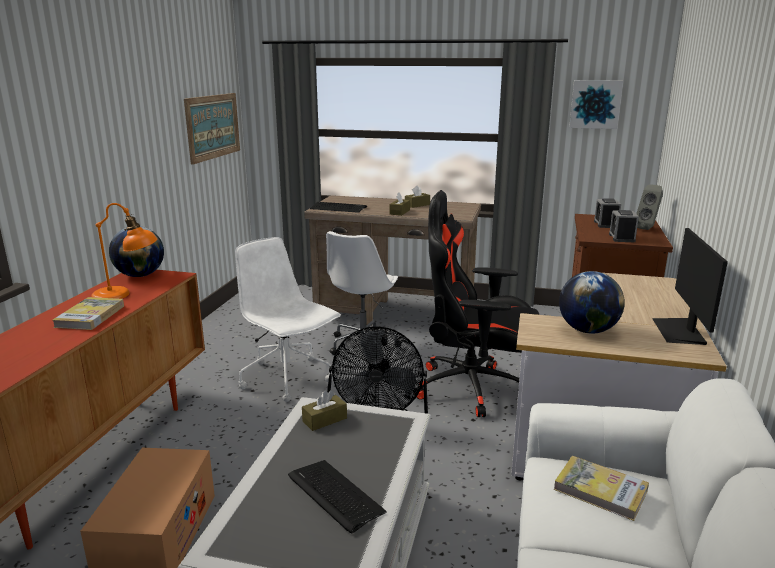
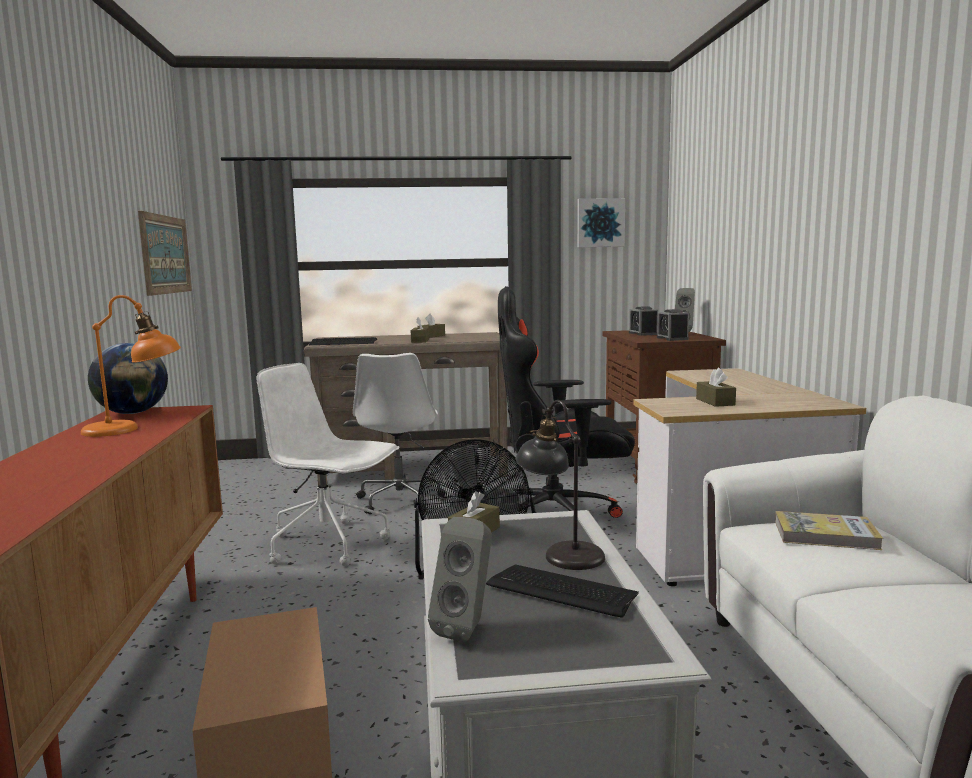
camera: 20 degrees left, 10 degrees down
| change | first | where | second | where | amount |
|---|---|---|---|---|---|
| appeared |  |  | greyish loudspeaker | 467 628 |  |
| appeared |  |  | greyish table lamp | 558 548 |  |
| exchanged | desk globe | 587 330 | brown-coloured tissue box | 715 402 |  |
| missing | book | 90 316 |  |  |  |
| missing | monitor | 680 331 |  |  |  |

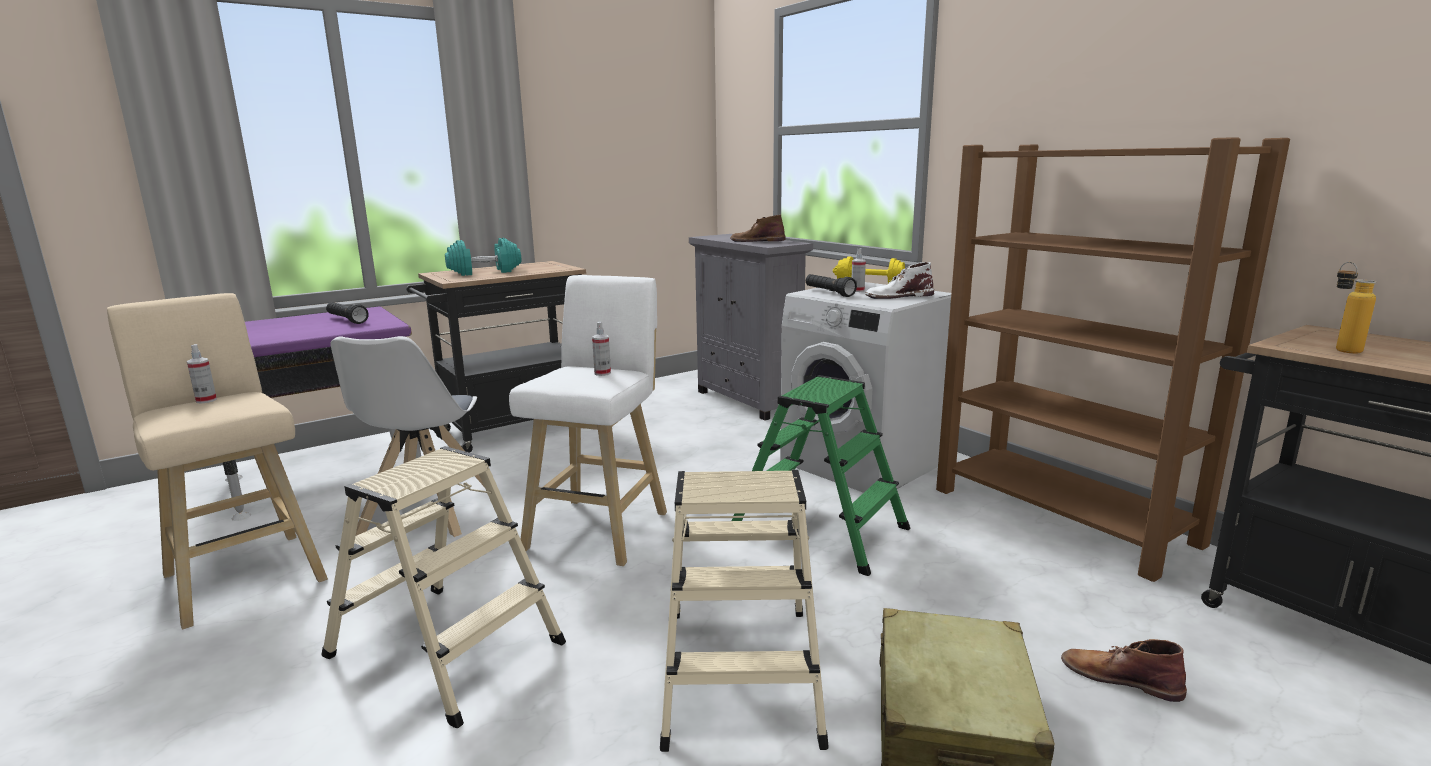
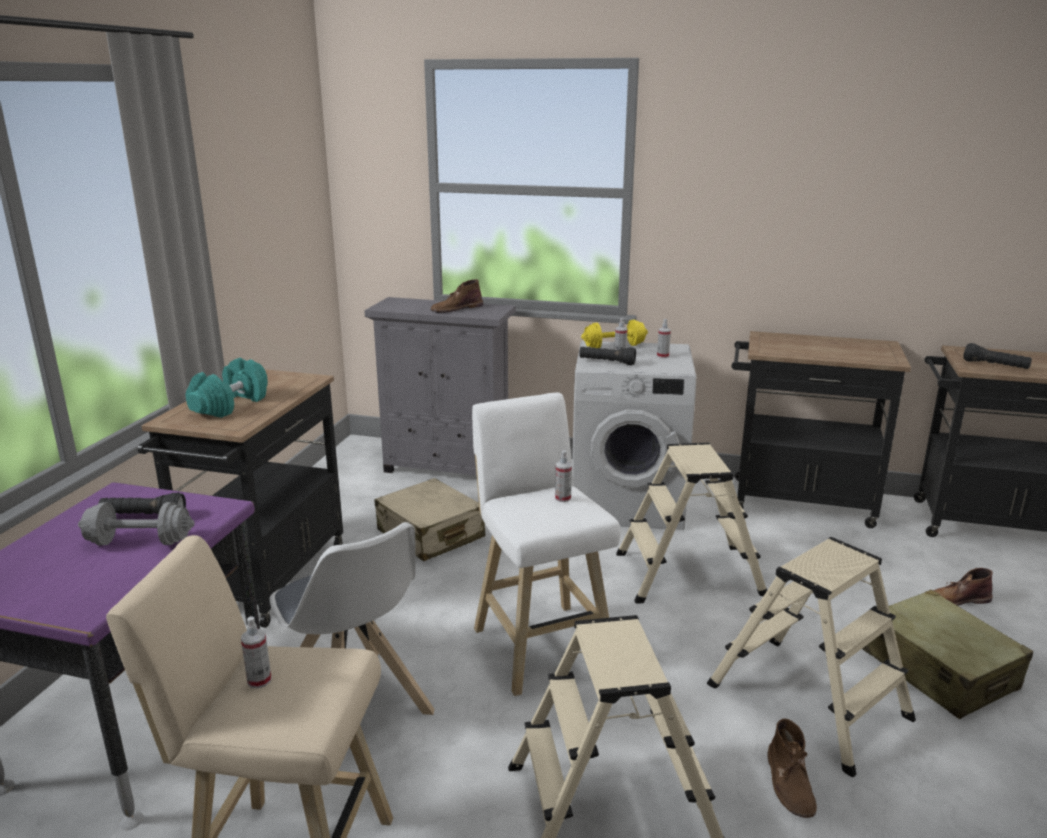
camera: 40 degrees left, 5 degrees up
| change | first | where | second | where | amount |
|---|---|---|---|---|---|
| appeared |  |  | greyish hand weight | 140 542 |  |
| appeared |  |  | sand-coloured suitcase | 430 534 |  |
| colour | greenish stepladder | 818 530 | sand-coloured stepladder | 688 573 |  |
| exchanged | whitish tall boot | 898 296 | hand sprayer | 663 356 |  |
| exchanged | brown-coloured bookshelf | 1061 516 | black-coloured wheeled cart | 796 502 |  |
| appeared |  |  | brown-coloured tall boot | 789 782 |  |
| exchanged | drink bottle | 1340 349 | black-coloured flashlight | 995 366 |  |

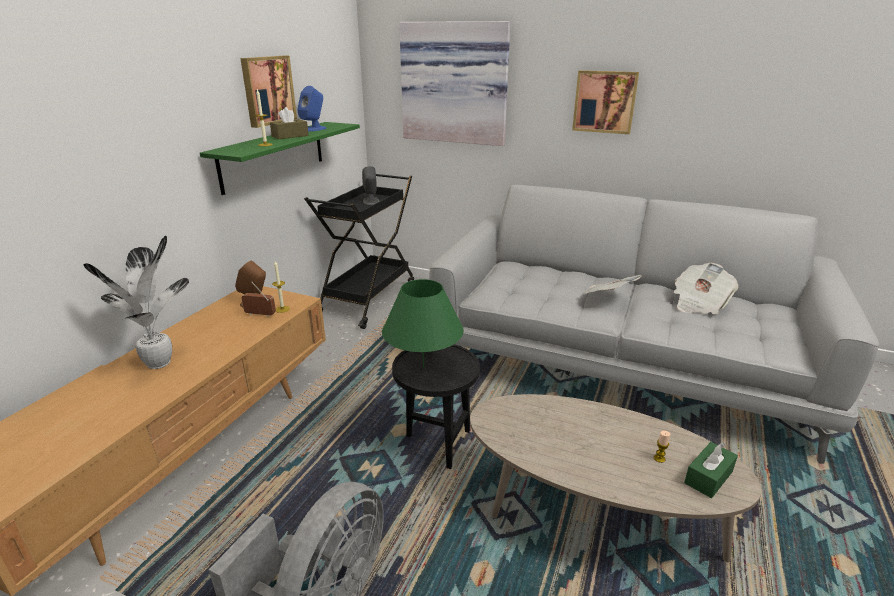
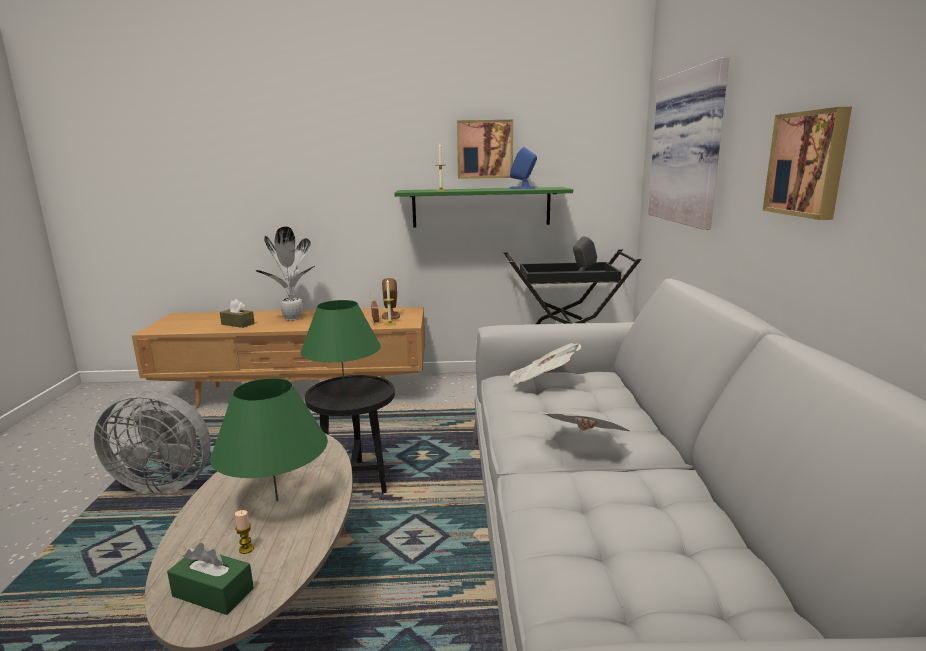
camera: 65 degrees right, 10 degrees down
| change | first | where | second | where | amount |
|---|---|---|---|---|---|
| appeared |  |  | greenish table lamp | 277 500 |  |
| relocated | brown-coloured tissue box | 290 136 |  | 238 324 |  |
| relocated | daily paper | 699 303 |  | 542 381 |  |

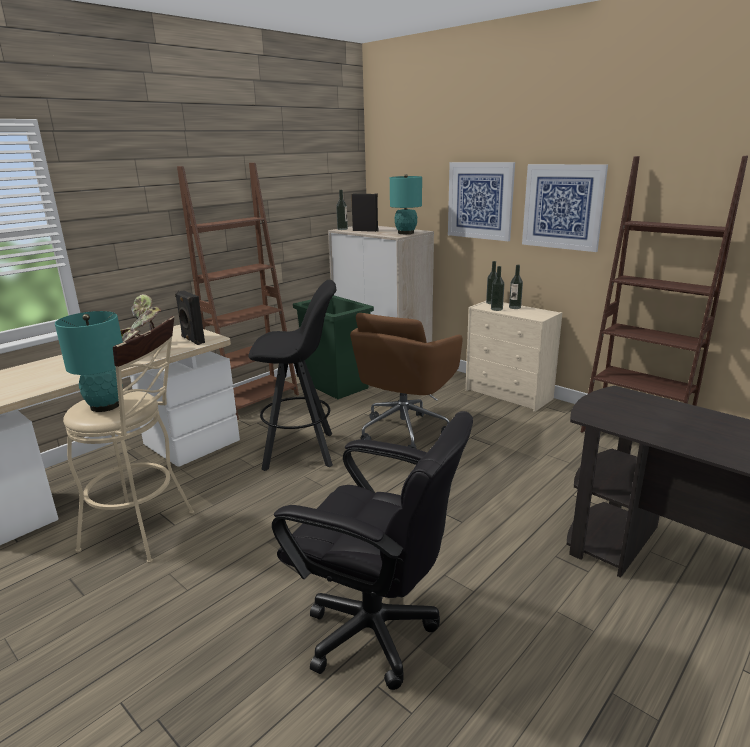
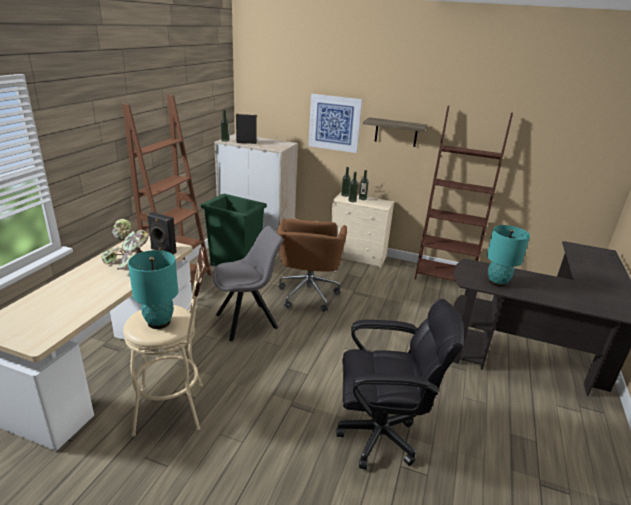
camera: 25 degrees left, 5 degrees up
| change | first | where | second | where | amount |
|---|---|---|---|---|---|
| exchanged | black-coloured sitting stool | 302 451 | greyish plain chair | 247 321 |  |
| exchanged | wall art | 563 207 | bracket shelf | 396 132 |  |
| relocated | blue-green table lamp | 405 233 |  | 497 282 |  |

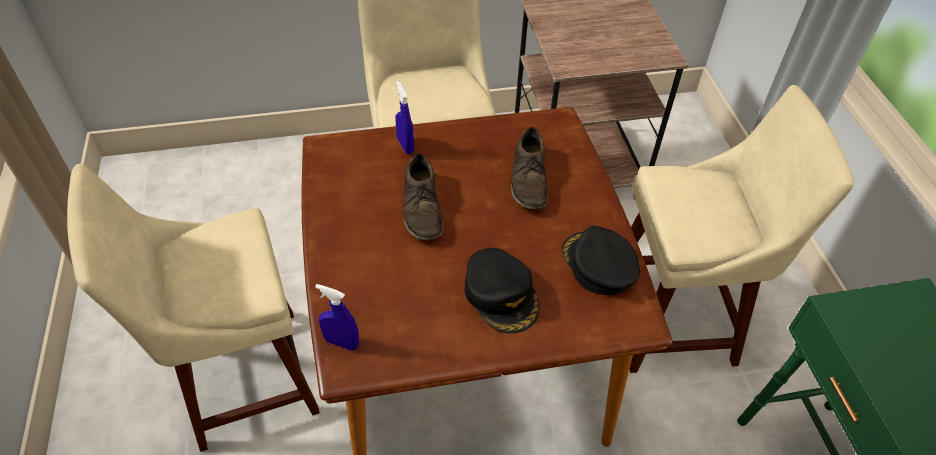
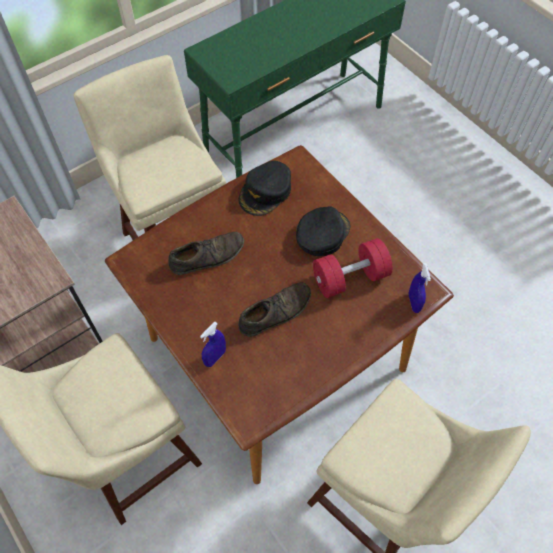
camera: 115 degrees left, 10 degrees up
| change | first | where | second | where | amount |
|---|---|---|---|---|---|
| appeared |  |  | reddish hand weight | 350 278 |  |

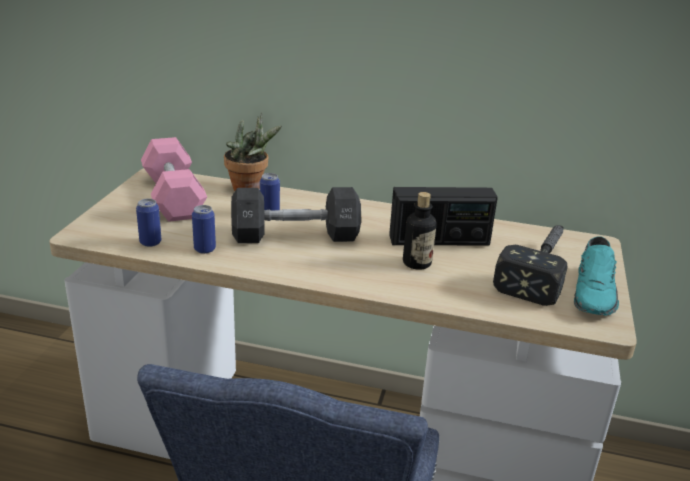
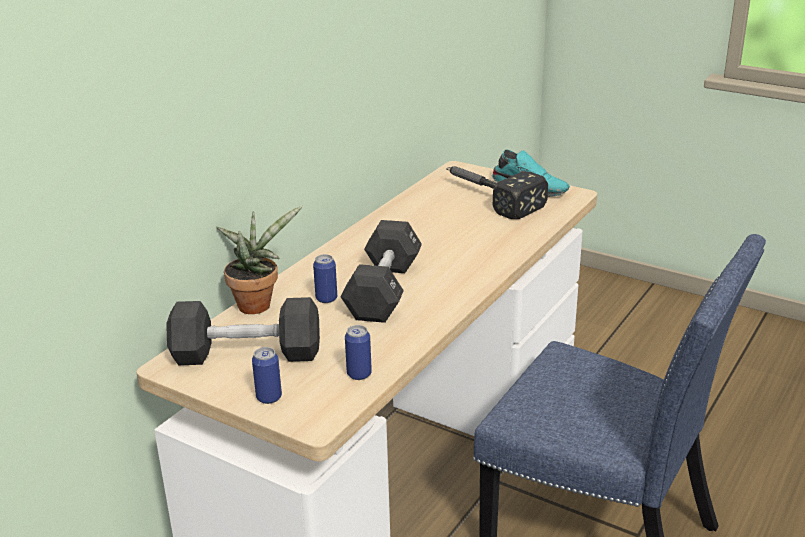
camera: 70 degrees left, 0 degrees up
| change | first | where | second | where | amount |
|---|---|---|---|---|---|
| colour | pink hand weight | 173 197 | black-coloured hand weight | 247 354 |  |
| relocated | sealed can | 204 249 |  | 269 397 |  |
| missing | radio receiver | 439 240 |  |  |  |
| missing | drink bottle | 417 263 |  |  |  |

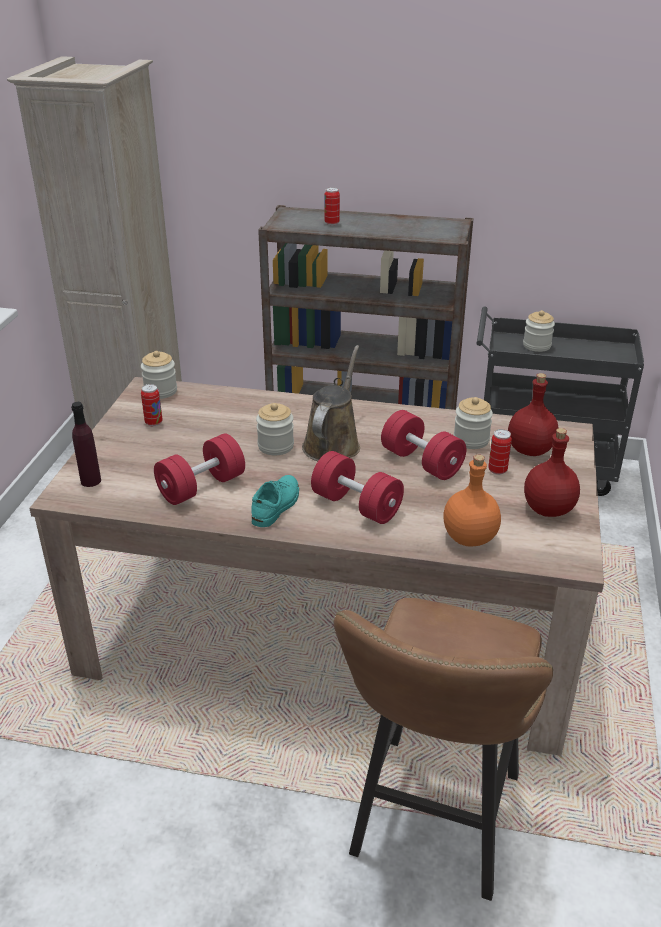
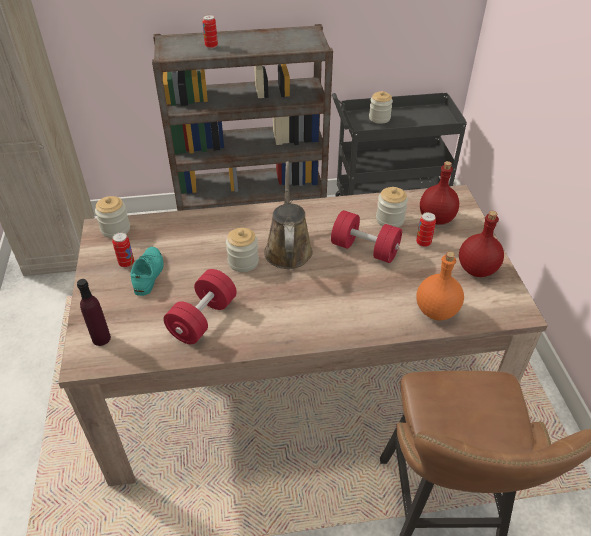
camera: 20 degrees left, 10 degrees up
| change | first | where | second | where | amount |
|---|---|---|---|---|---|
| relocated | blue-green item of footwear | 276 505 |  | 148 273 |  |
| missing | reddish hand weight | 356 505 |  |  |  |

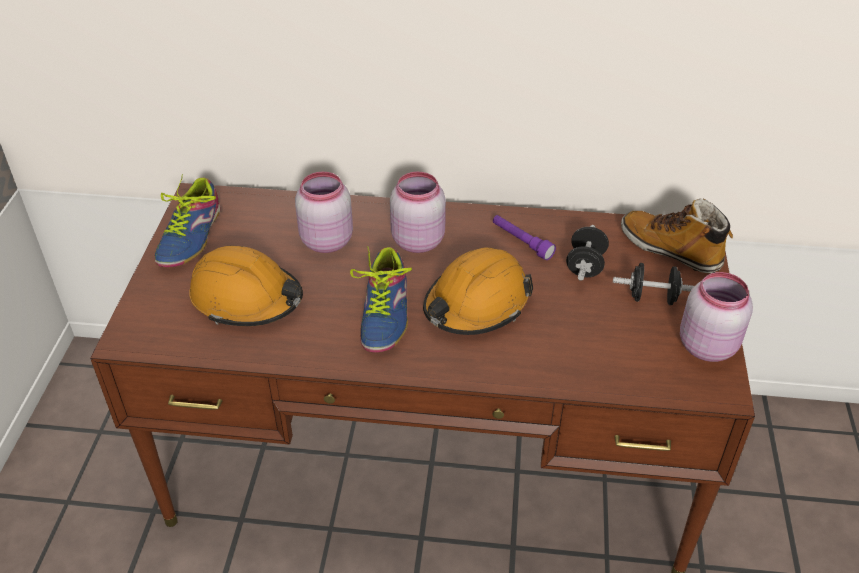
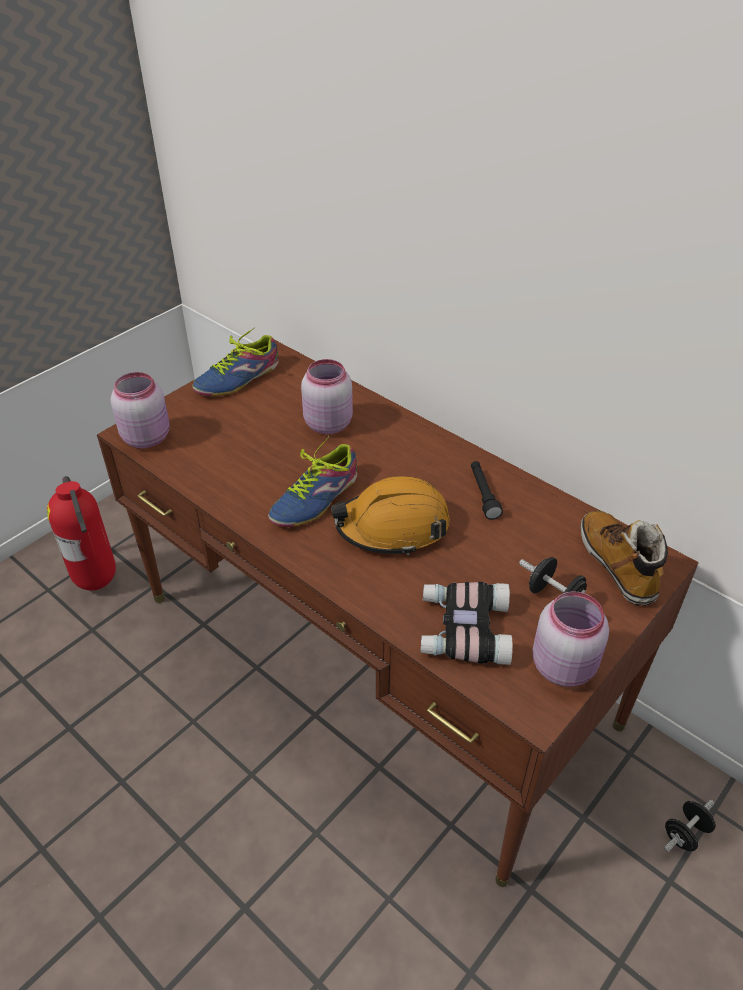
camera: 35 degrees right, 0 degrees up
| change | first | where | second | where | amount |
|---|---|---|---|---|---|
| appeared |  |  | fire-fighting cylinder | 98 582 |  |
| relocated | pink storage jar | 417 240 |  | 147 437 |  |
| appeared |  |  | binoculars | 462 629 |  |
| colour | purplish flashlight | 521 242 | black-coloured flashlight | 483 494 |  |
| relocated | black-coloured hand weight | 585 266 |  | 685 833 |  |
| missing | orange safety helmet | 247 299 |  |  |  |

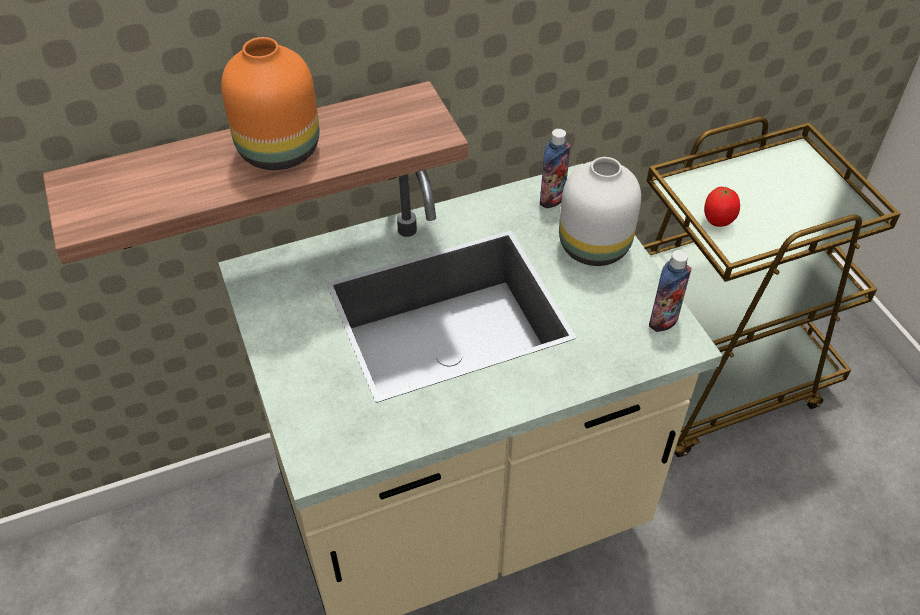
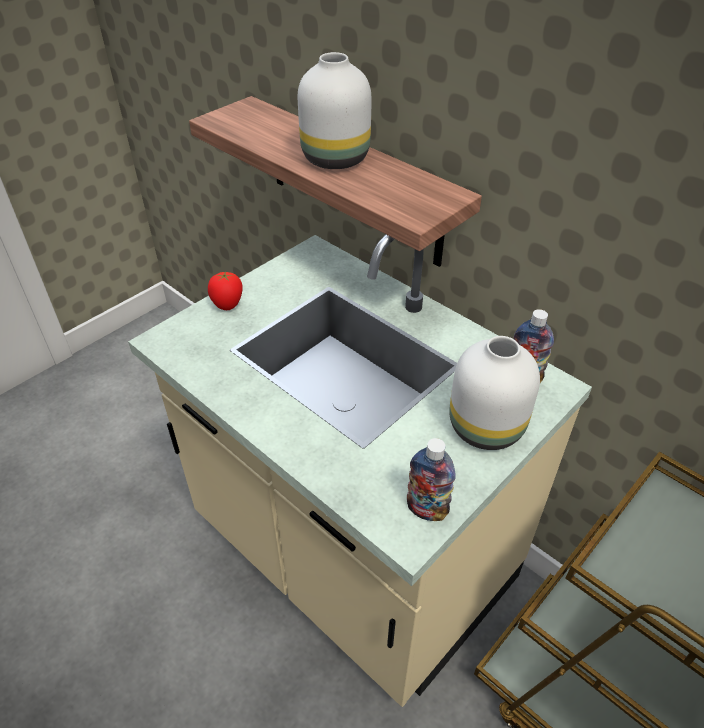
camera: 65 degrees right, 5 degrees down
| change | first | where | second | where | amount |
|---|---|---|---|---|---|
| relocated | tomato | 718 221 |  | 228 306 |  |
| colour | orange vase | 279 152 | whitish vase | 334 159 |  |

